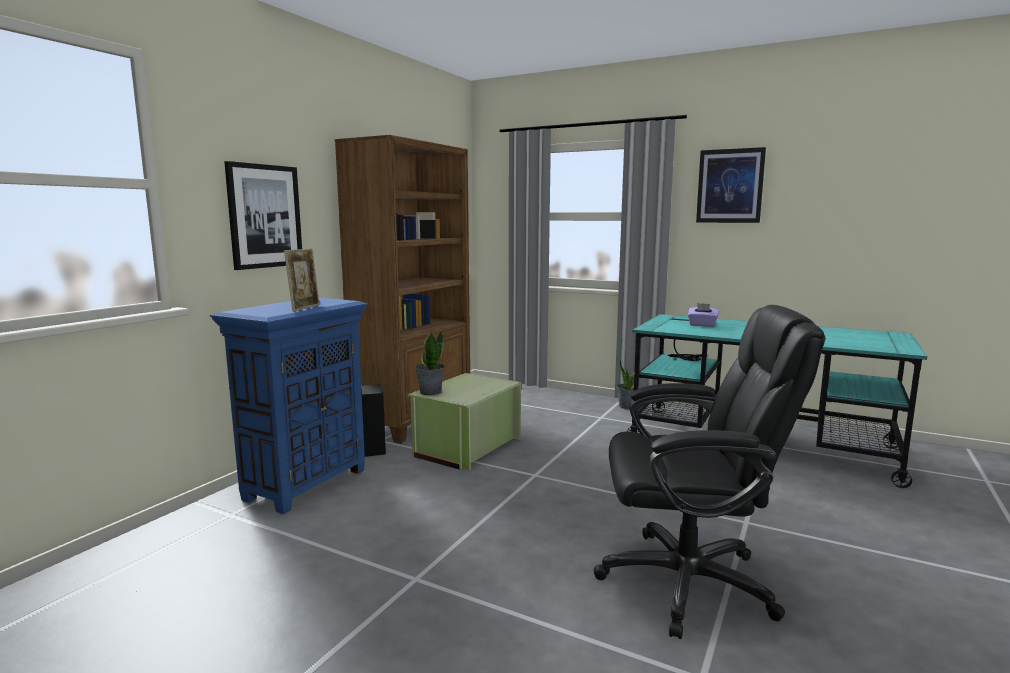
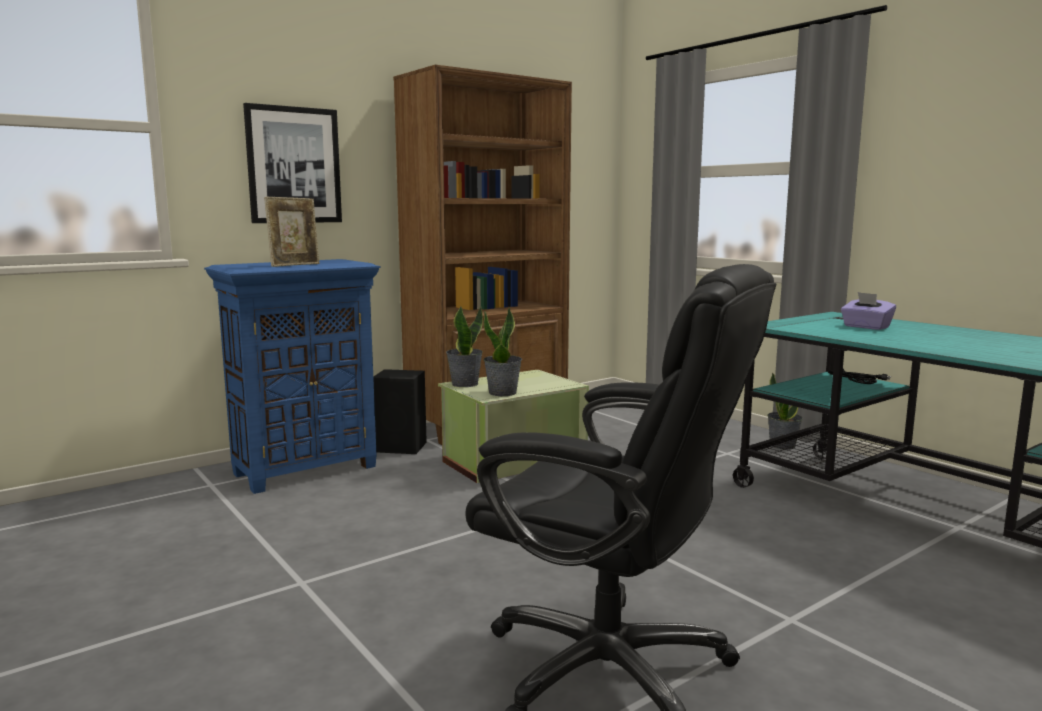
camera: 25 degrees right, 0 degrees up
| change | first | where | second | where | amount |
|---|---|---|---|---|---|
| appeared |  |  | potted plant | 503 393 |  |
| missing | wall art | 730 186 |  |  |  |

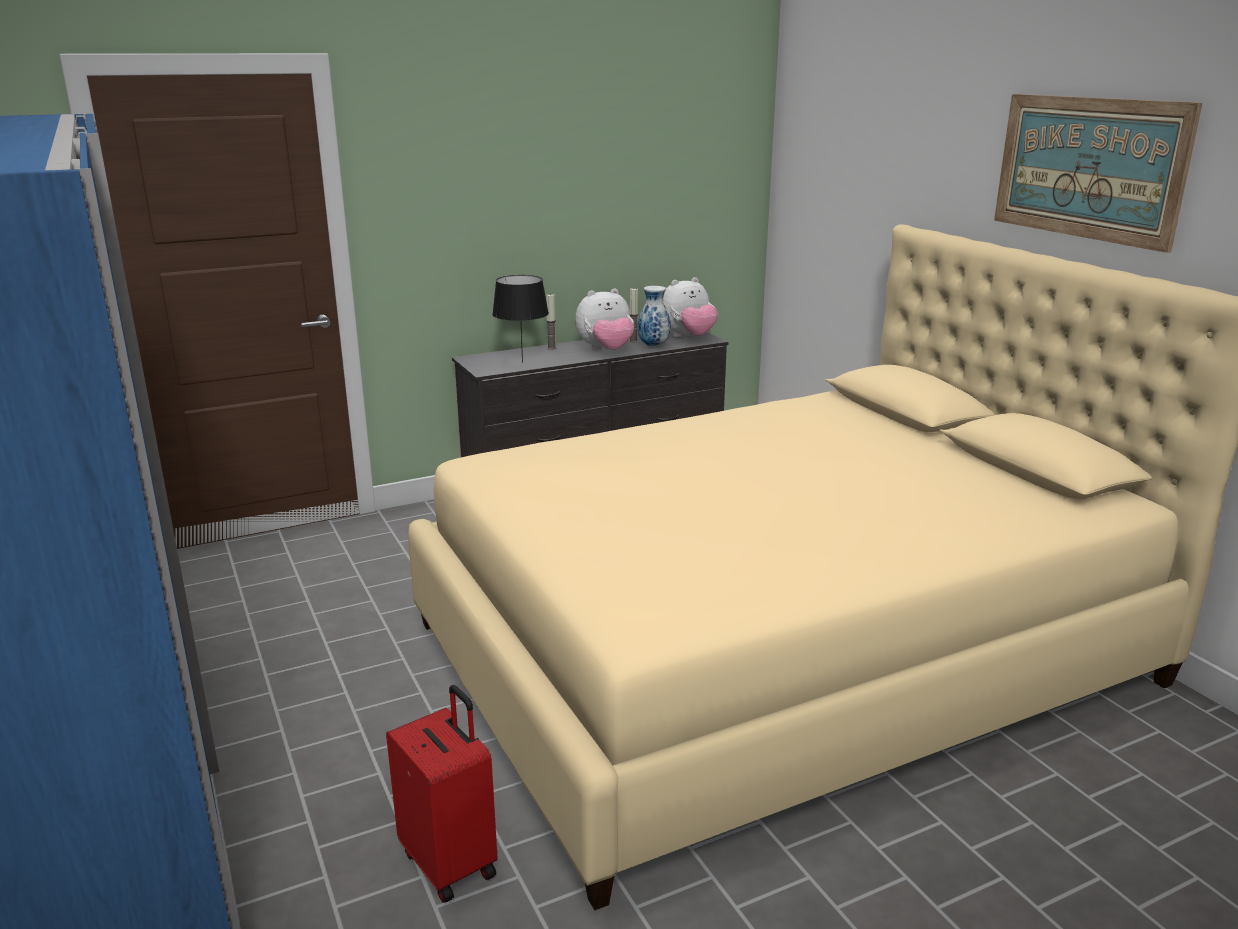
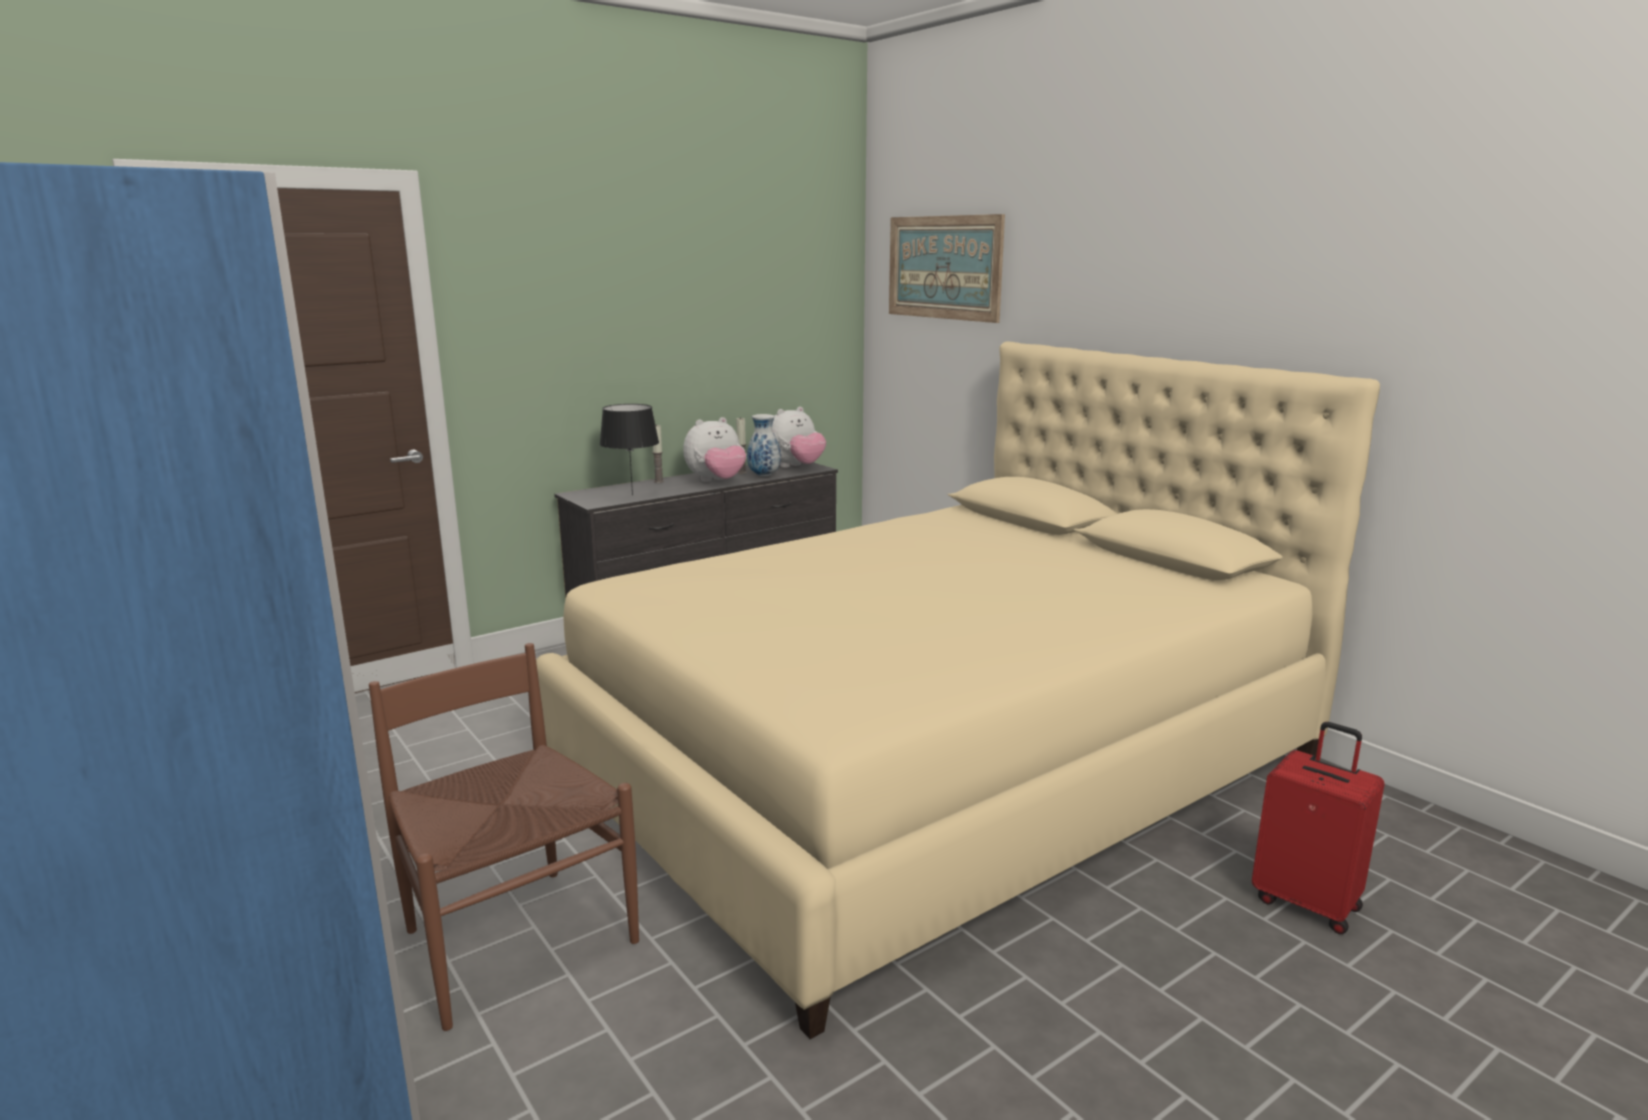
camera: 10 degrees left, 5 degrees down
| change | first | where | second | where | amount |
|---|---|---|---|---|---|
| appeared |  |  | brown-coloured plain chair | 513 939 |  |
| relocated | wall art | 1088 168 |  | 944 267 |  |
| relocated | reddish suitcase | 451 862 |  | 1307 902 |  |

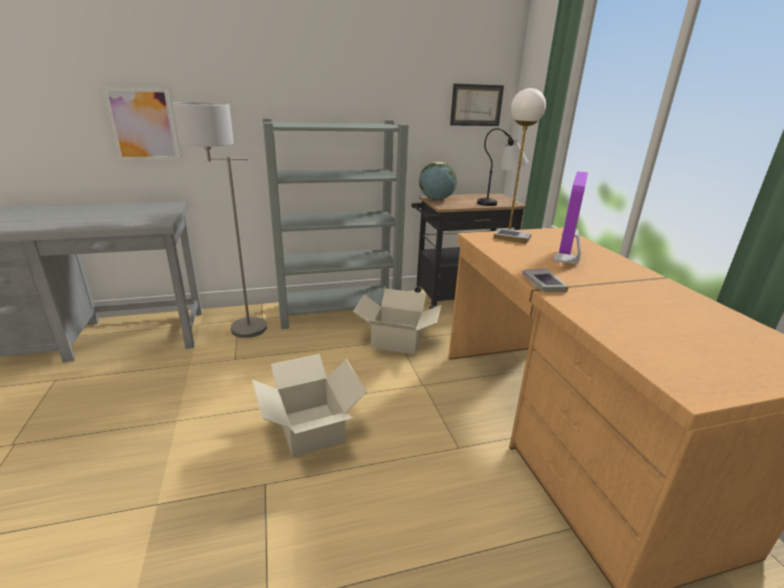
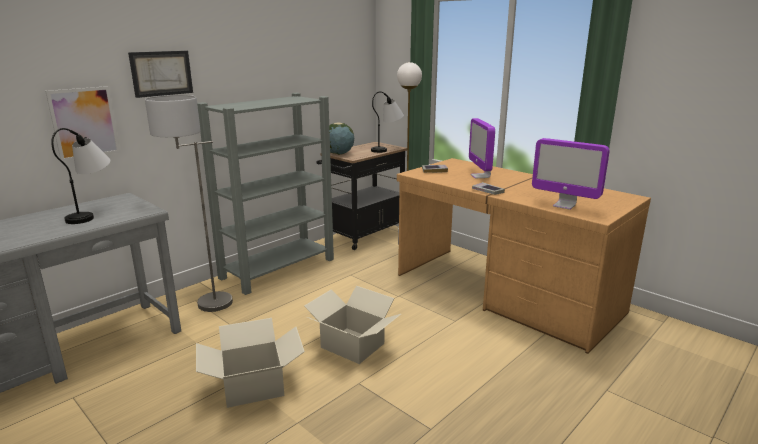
camera: 30 degrees left, 5 degrees down
| change | first | where | second | where | amount |
|---|---|---|---|---|---|
| appeared |  |  | table lamp | 93 214 |  |
| relocated | wall art | 476 105 |  | 161 73 |  |
| relocated | cardboard box | 396 340 |  | 253 386 |  |
| appeared |  |  | monitor | 564 205 |  |

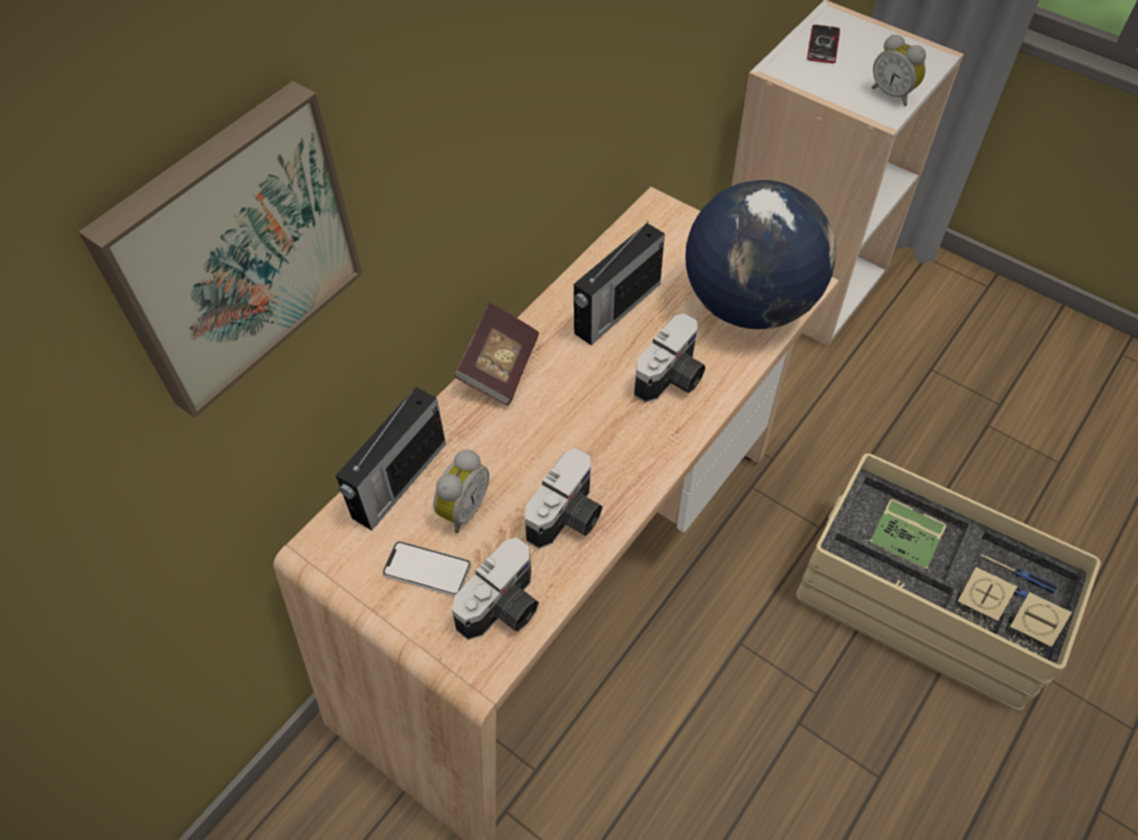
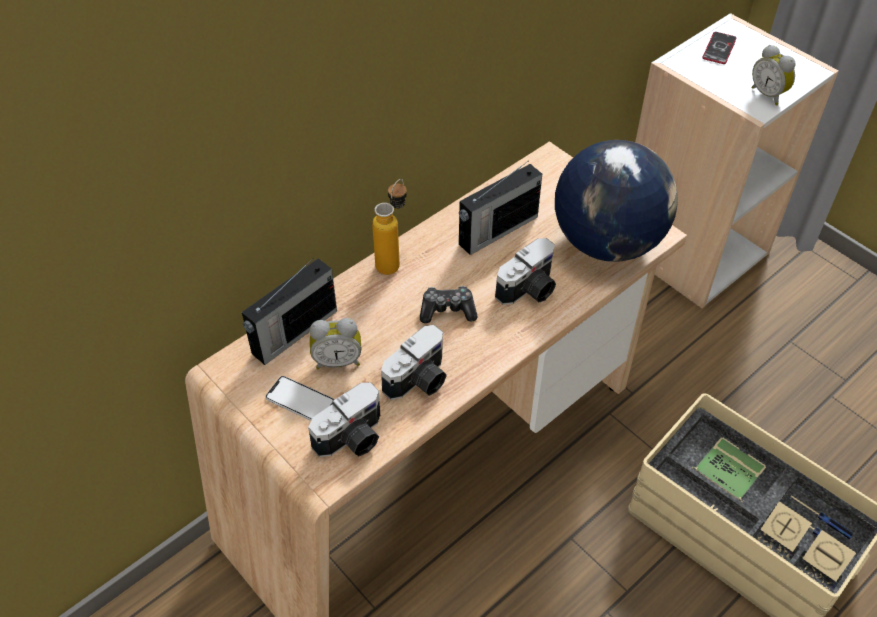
camera: 10 degrees right, 5 degrees down
| change | first | where | second | where | amount |
|---|---|---|---|---|---|
| spun | alarm clock | 461 508 |  | 337 360 | 45 degrees clockwise |
| exchanged | book | 499 367 | drink bottle | 393 260 |  |
| appeared |  |  | gamepad | 447 310 |  |
| missing | wall art | 231 249 |  |  |  |

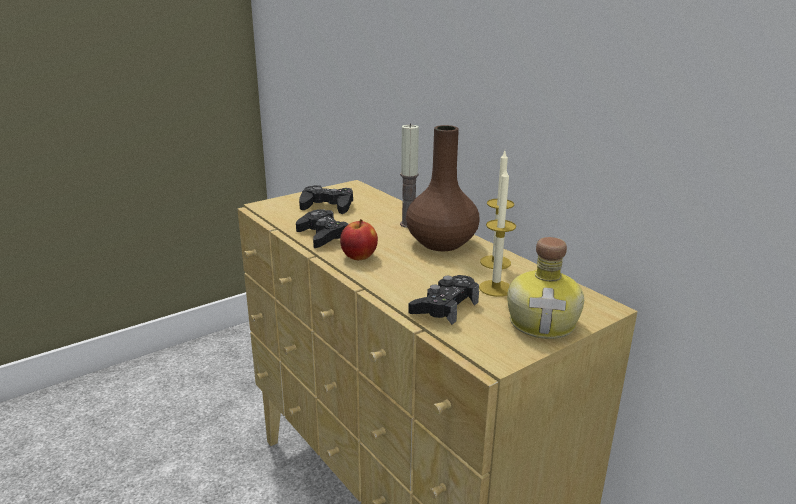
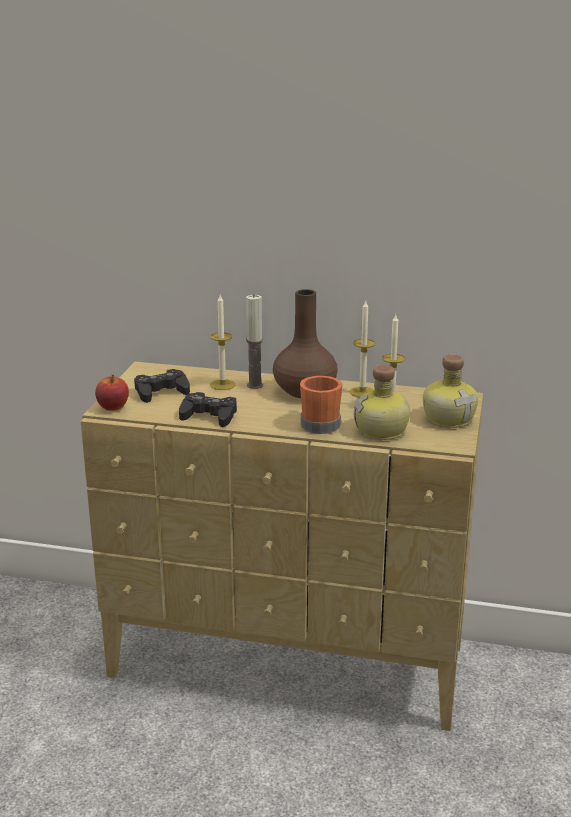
camera: 40 degrees left, 0 degrees up
| change | first | where | second | where | amount |
|---|---|---|---|---|---|
| relocated | whole apple | 359 256 |  | 113 407 |  |
| appeared |  |  | wax candle | 222 385 |  |
| appeared |  |  | orange mug | 318 423 |  |
| exchanged | black-coloured gamepad | 444 307 | drink bottle | 382 431 |  |

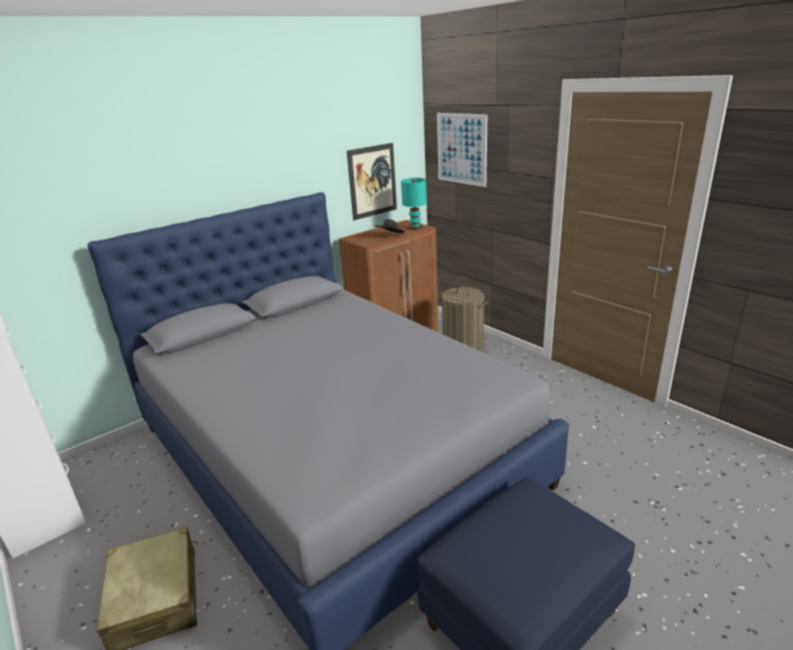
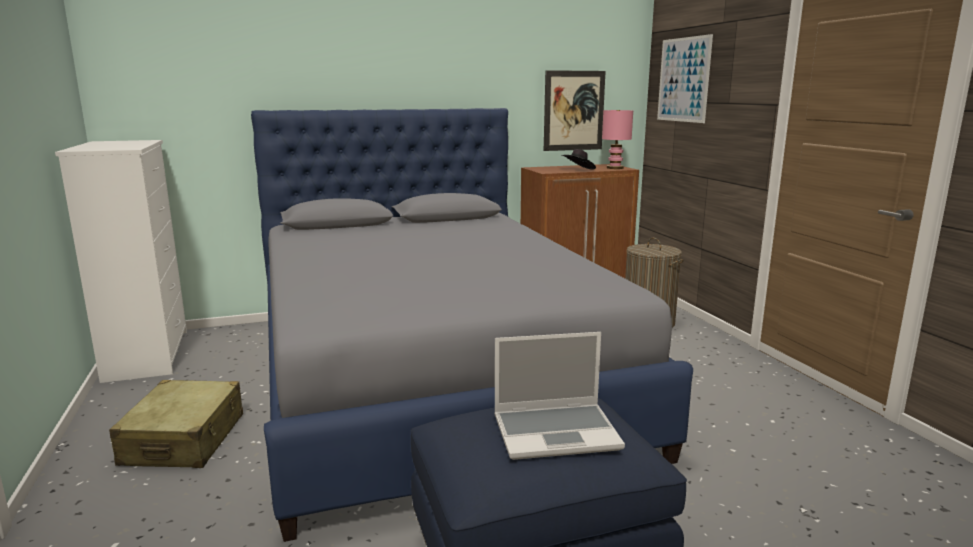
camera: 20 degrees right, 10 degrees down
| change | first | where | second | where | amount |
|---|---|---|---|---|---|
| appeared |  |  | laptop | 557 432 |  |
| colour | blue-green table lamp | 415 227 | pink table lamp | 614 168 |  |

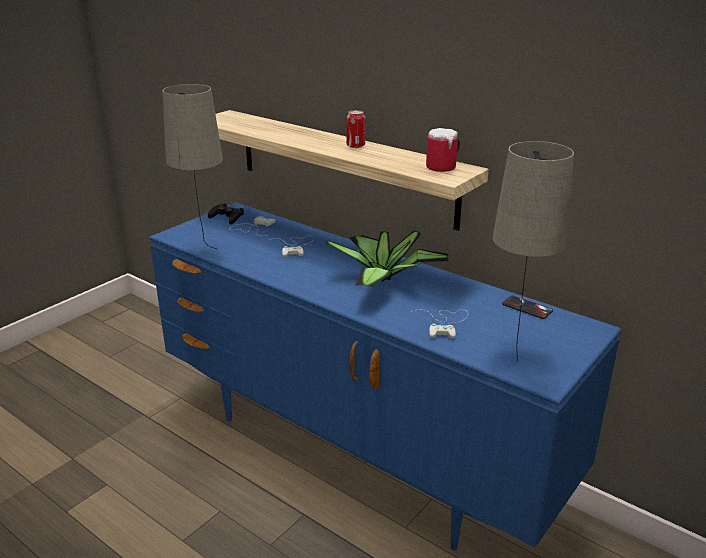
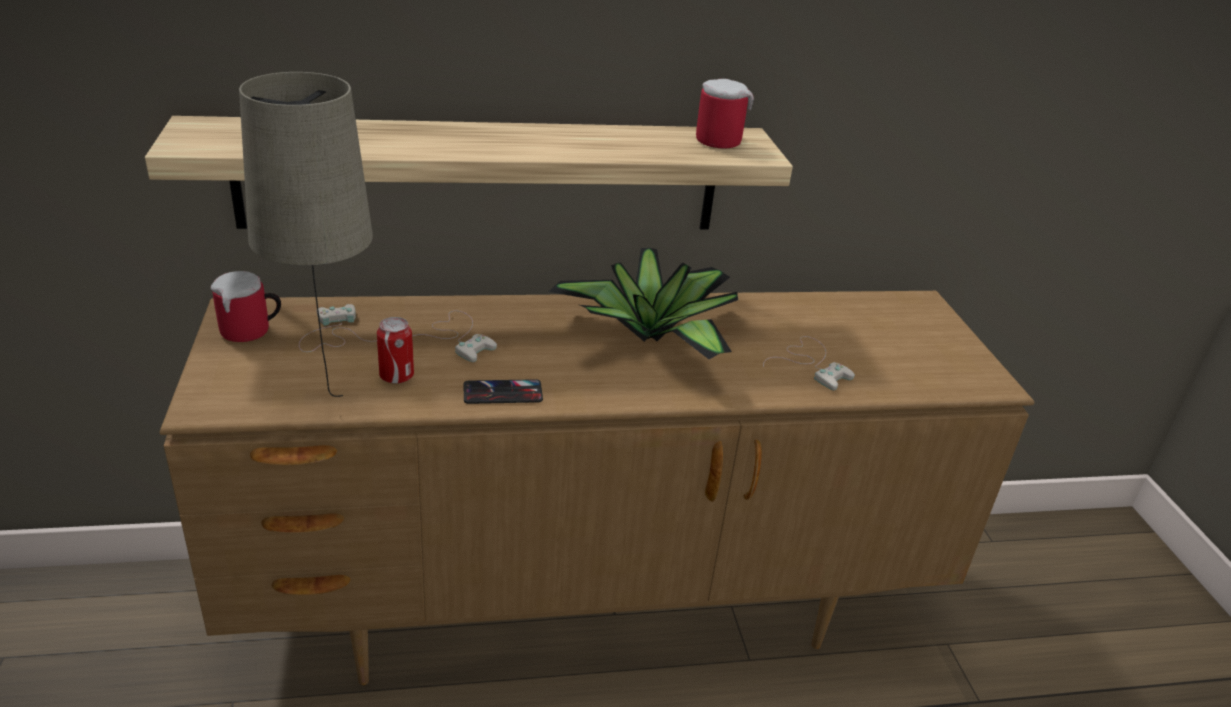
camera: 50 degrees left, 5 degrees up
| change | first | where | second | where | amount |
|---|---|---|---|---|---|
| colour | bluish dresser | 354 454 | brown-coloured dresser | 590 611 |  |
| exchanged | black-coloured gamepad | 227 217 | mug | 252 332 |  |
| relocated | sealed can | 355 146 |  | 396 376 |  |
| relocated | telephone | 527 308 |  | 503 393 |  |
| missing | sand-coloured table lamp | 514 351 |  |  |  |

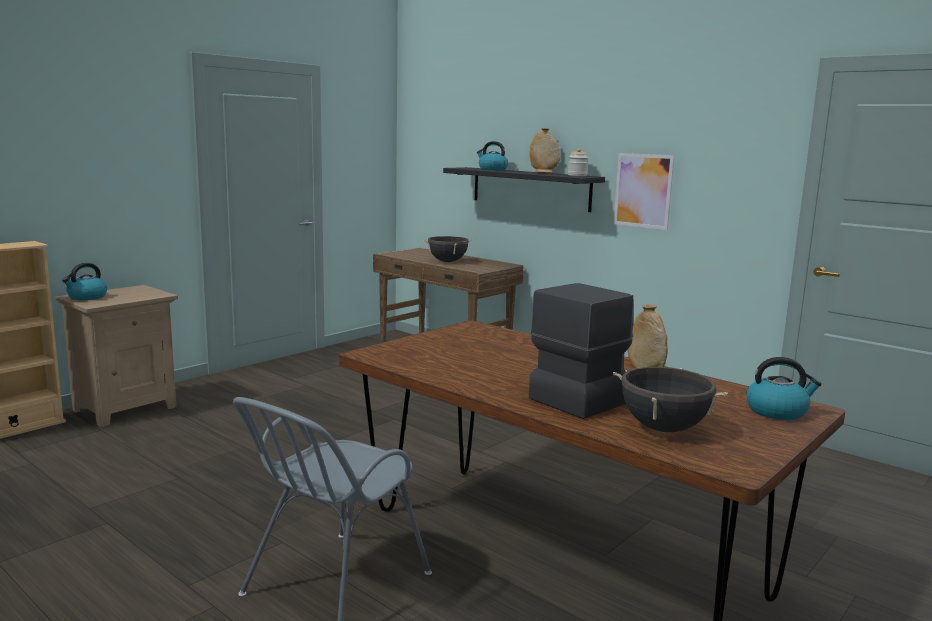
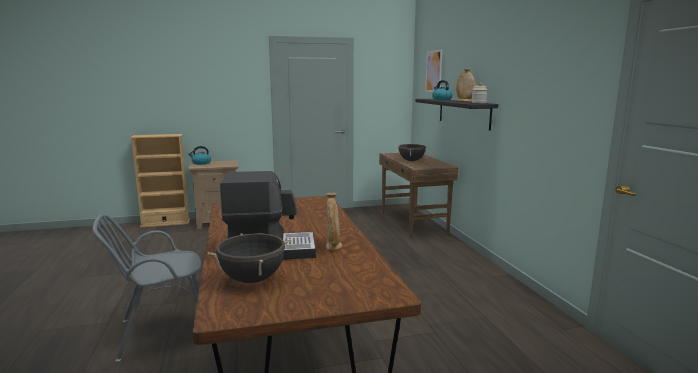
camera: 35 degrees right, 0 degrees up
| change | first | where | second | where | amount |
|---|---|---|---|---|---|
| relocated | wall art | 643 190 |  | 433 71 |  |
| missing | kettle | 777 411 |  |  |  |

